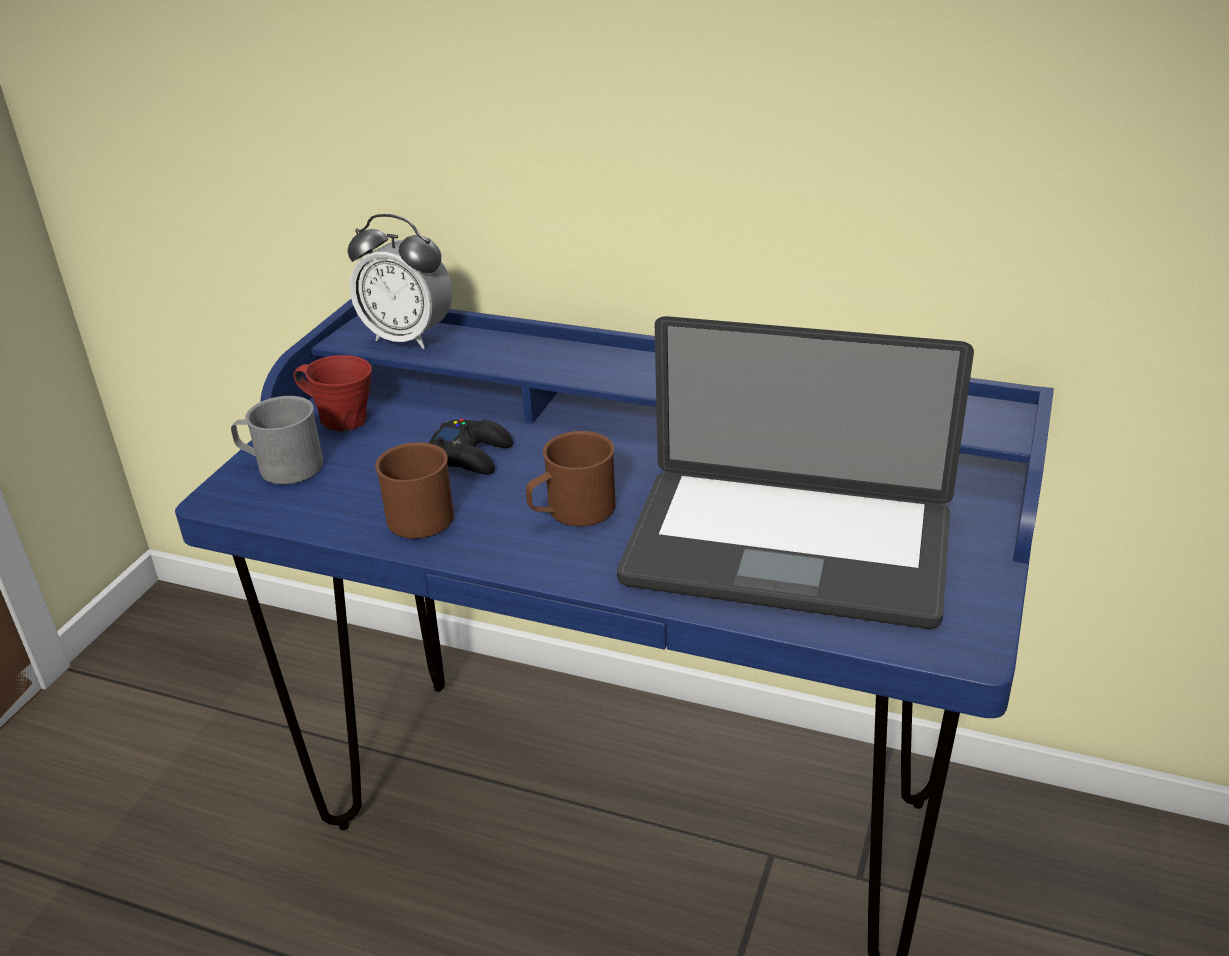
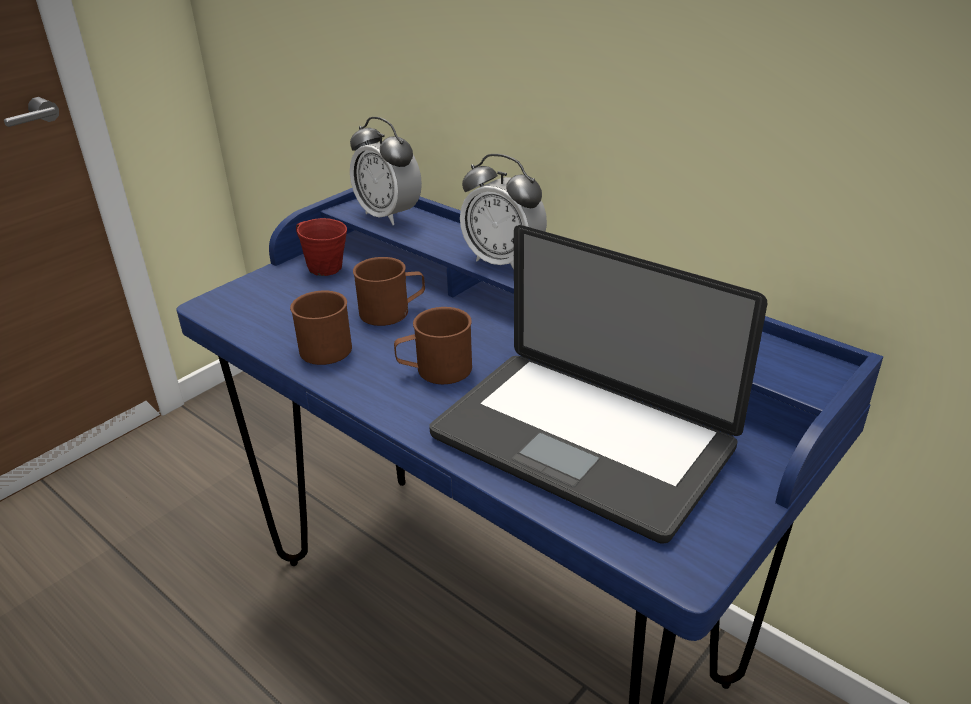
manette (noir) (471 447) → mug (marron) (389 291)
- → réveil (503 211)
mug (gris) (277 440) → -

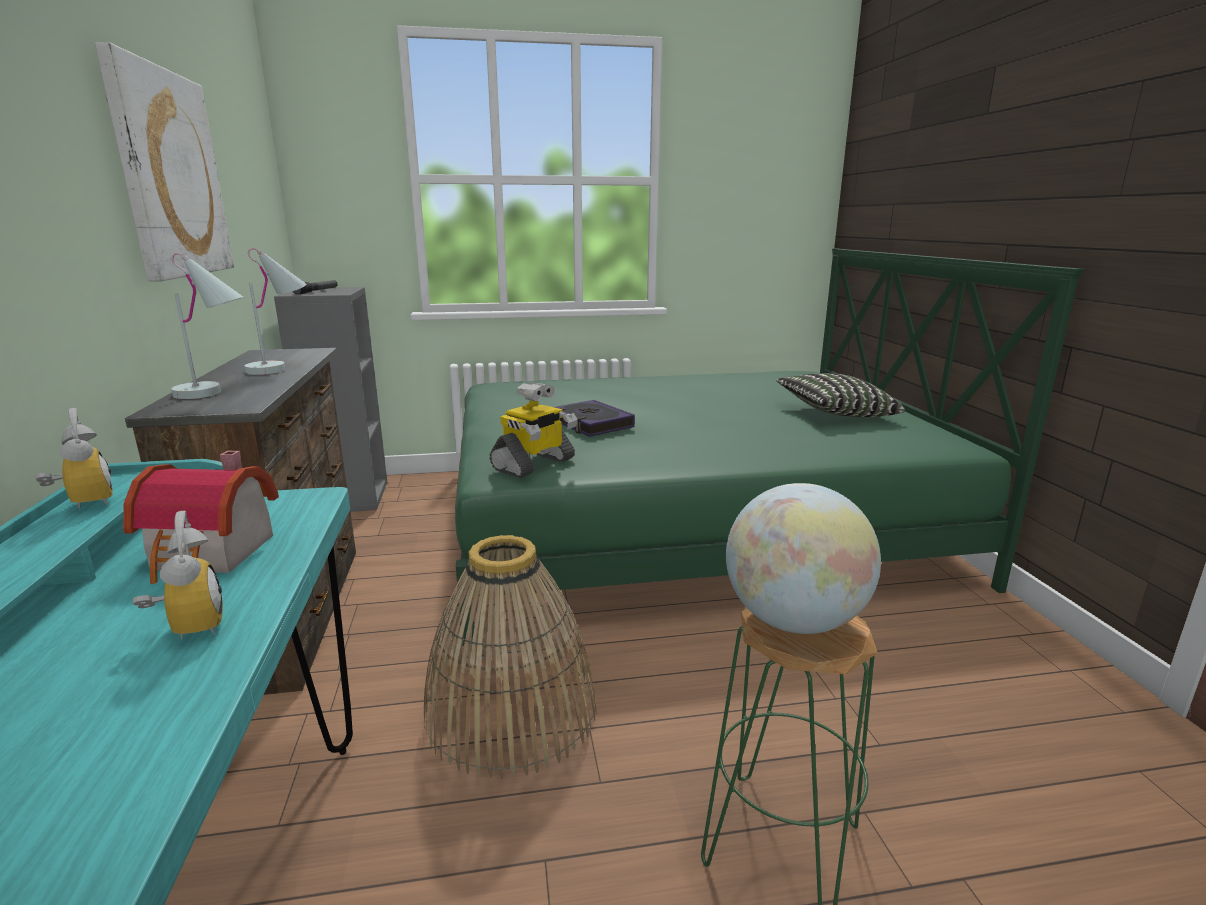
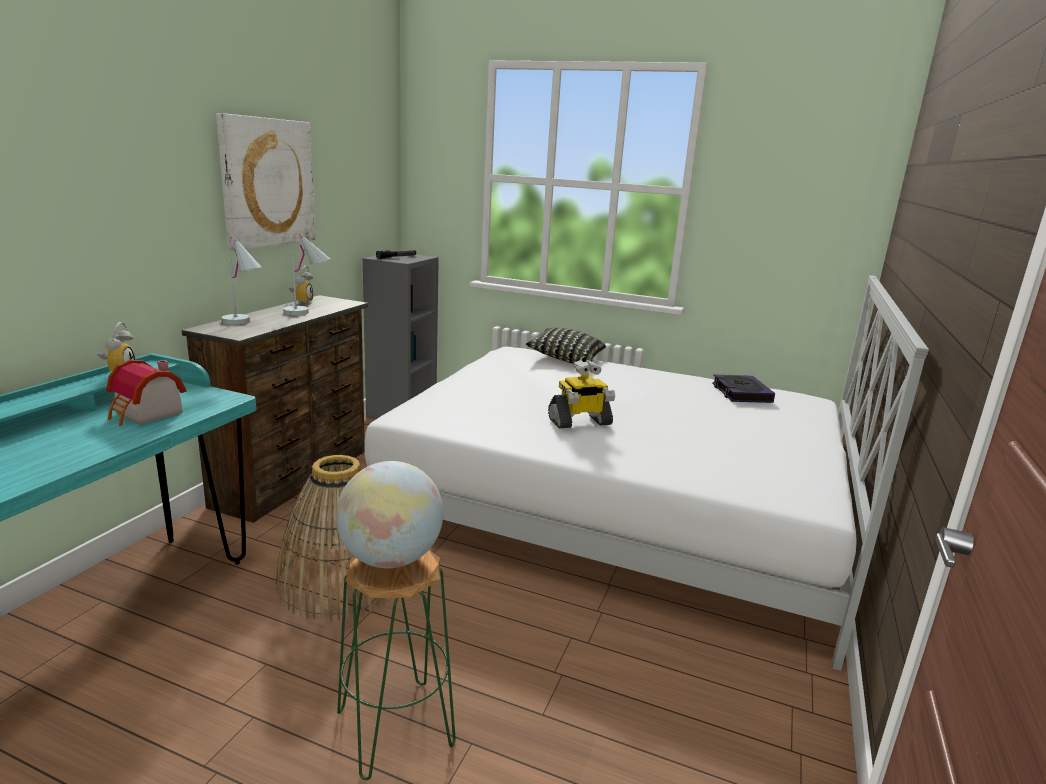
réveil (178 575) → réveil (301 284), relocated
lit (vert) (769 447) → lit (blanc) (646 473)
coussin (841 395) → coussin (566 346), relocated
robot jouet (534 430) → robot jouet (581 394), relocated
livre (594 418) → livre (743 389), relocated

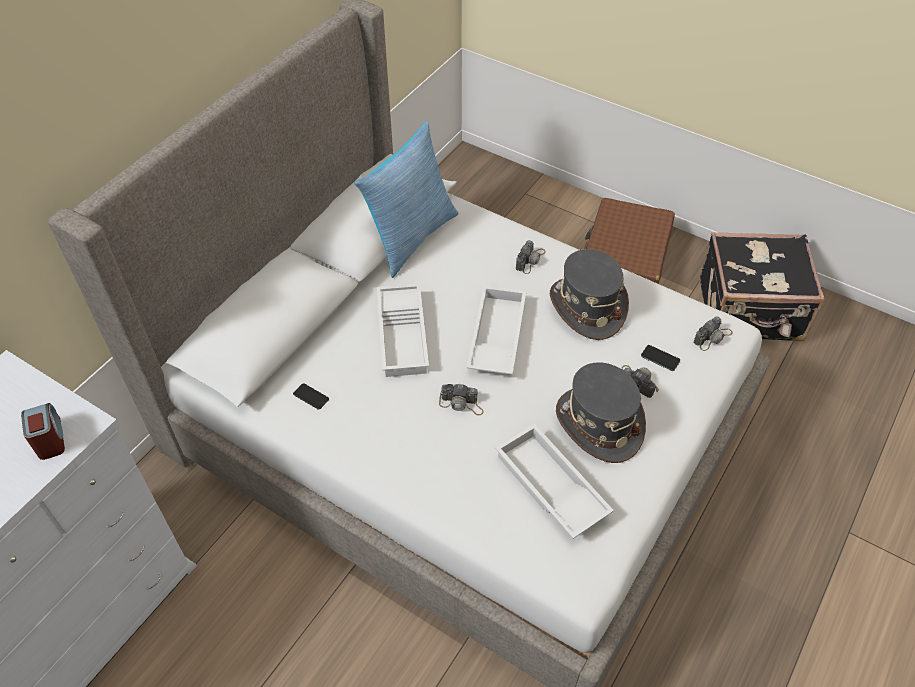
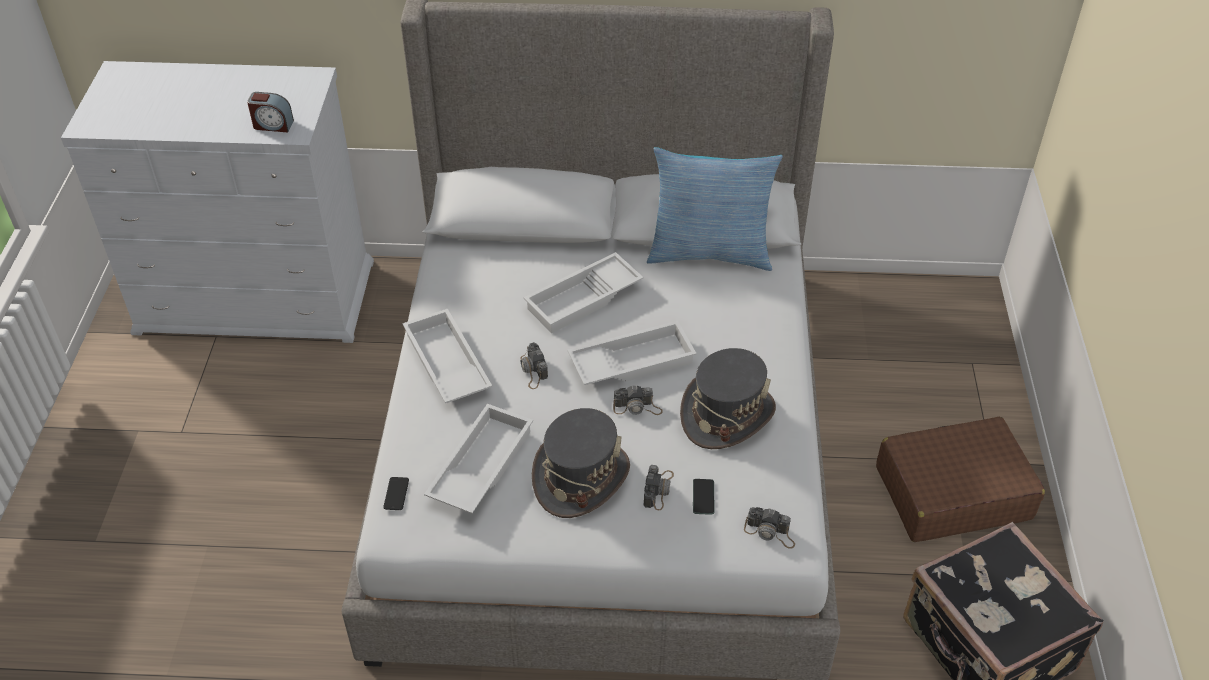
réveil (43 431) → réveil (270 112), 60 degrees clockwise
téléphone (311 396) → téléphone (396 493), relocated
- → plateau (blanc) (447 356)
appareil photo (531 257) → appareil photo (638 400), relocated

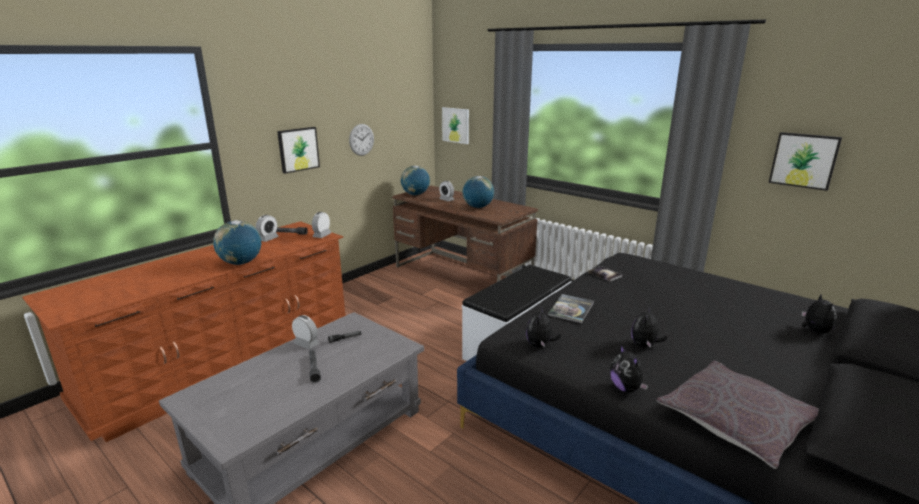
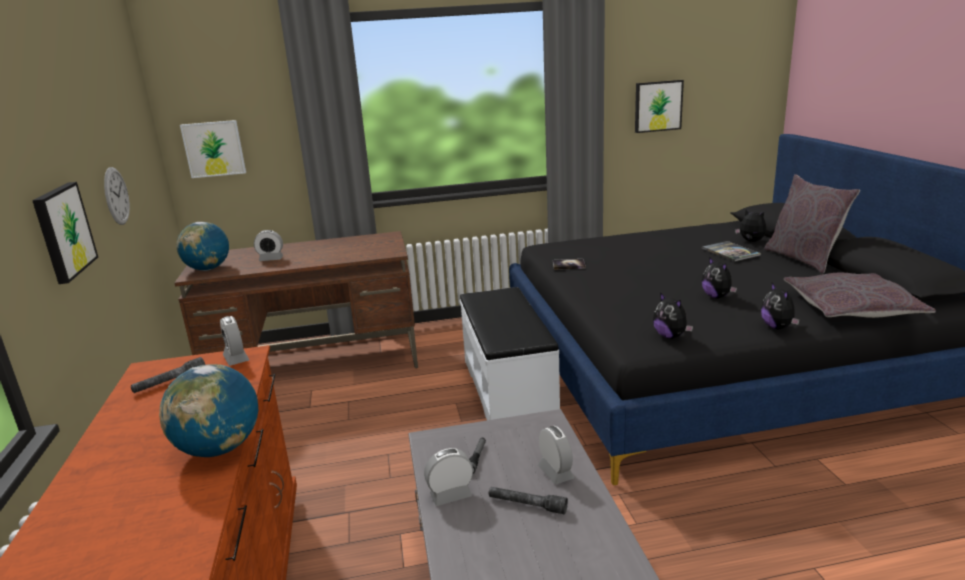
réveil (267 228) → réveil (556 455), relocated
livre (571 308) → livre (731 251), relocated
peluche (629 368) → peluche (780 306), 60 degrees clockwise
- → coussin (gris) (812 223)
globe (478 192) → -

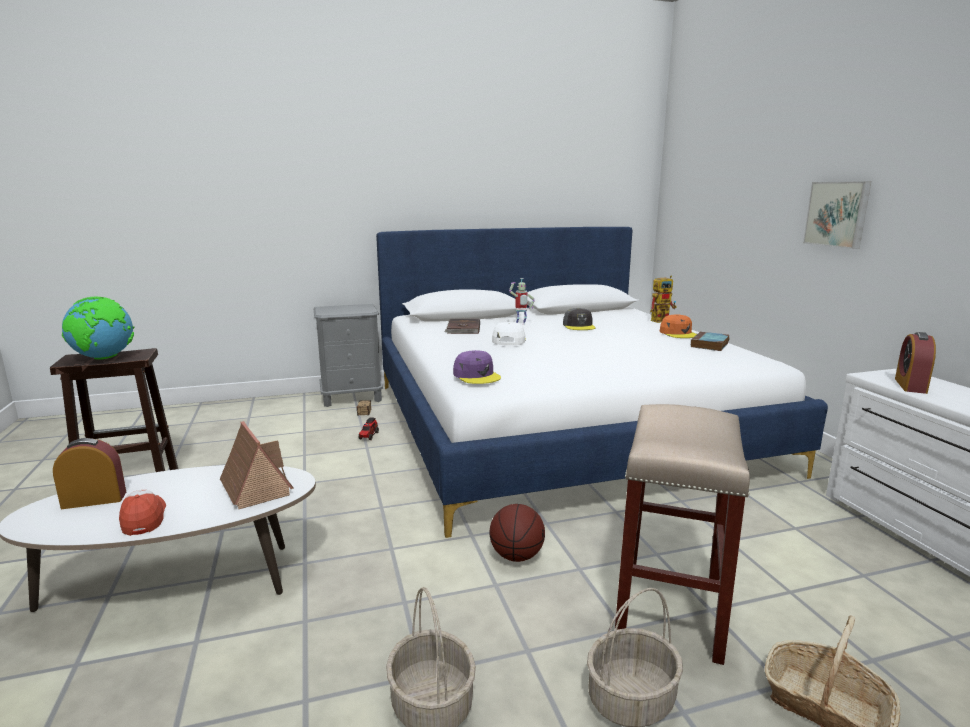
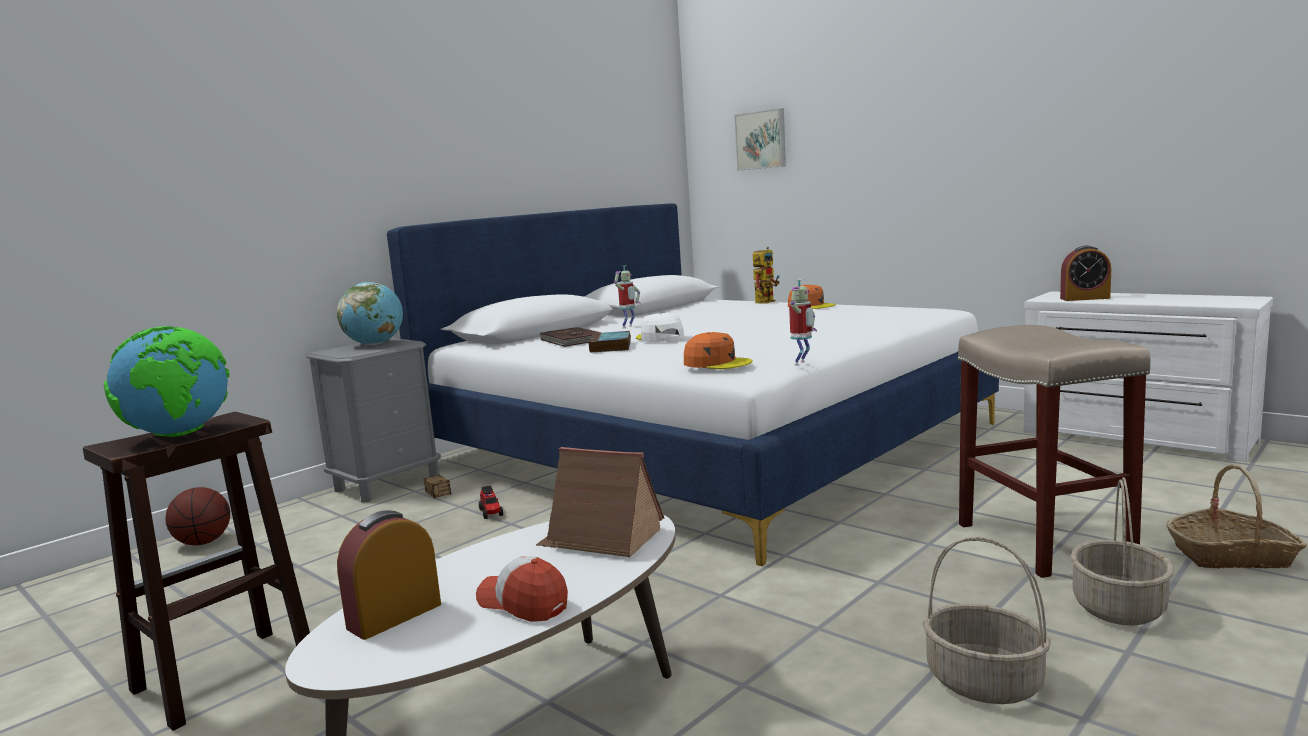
ballon de basket (517 533) → ballon de basket (197 516), relocated
- → globe (370 313)
livre (710 341) → livre (610 342), relocated
casquette (violet) (477 367) → casquette (orange) (718 350)
tableau (837 215) → tableau (760 139), relocated
- → robot jouet (803 322)
réveil (915 363) → réveil (1085 273), 75 degrees counterclockwise
casquette (gris) (579 319) → -

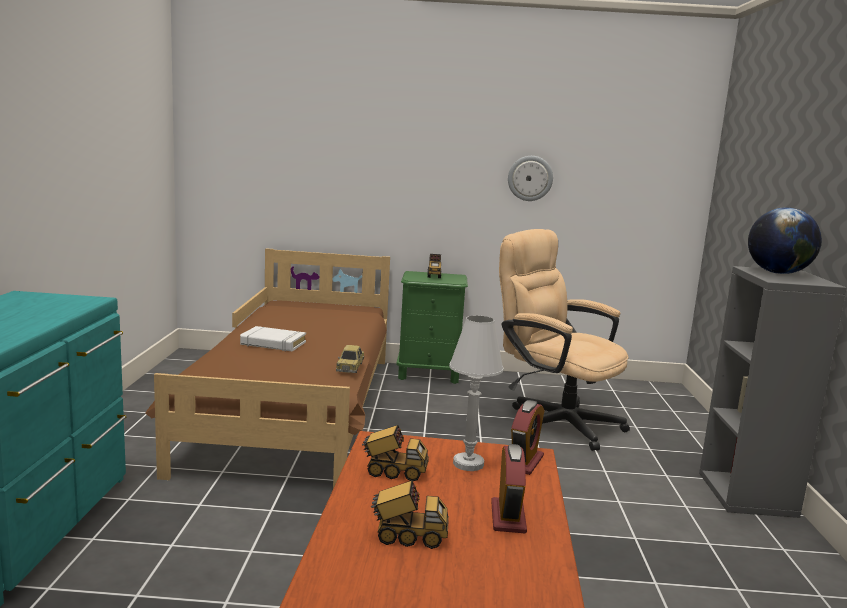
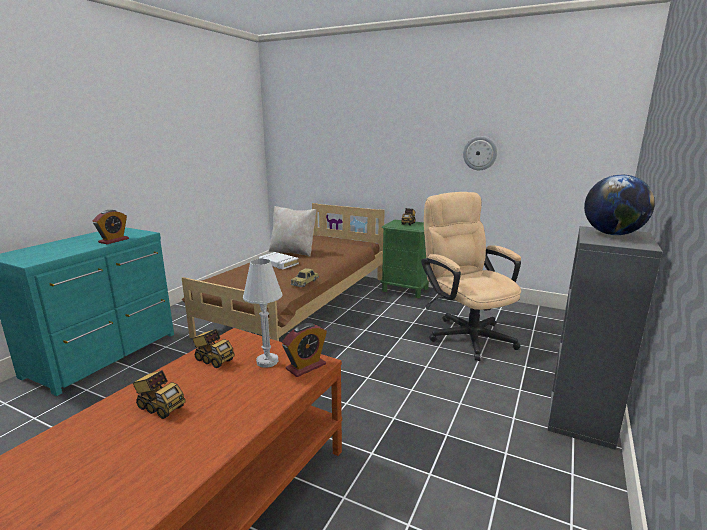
réveil (509 488) → réveil (111 227), relocated
- → coussin (beige) (292 231)

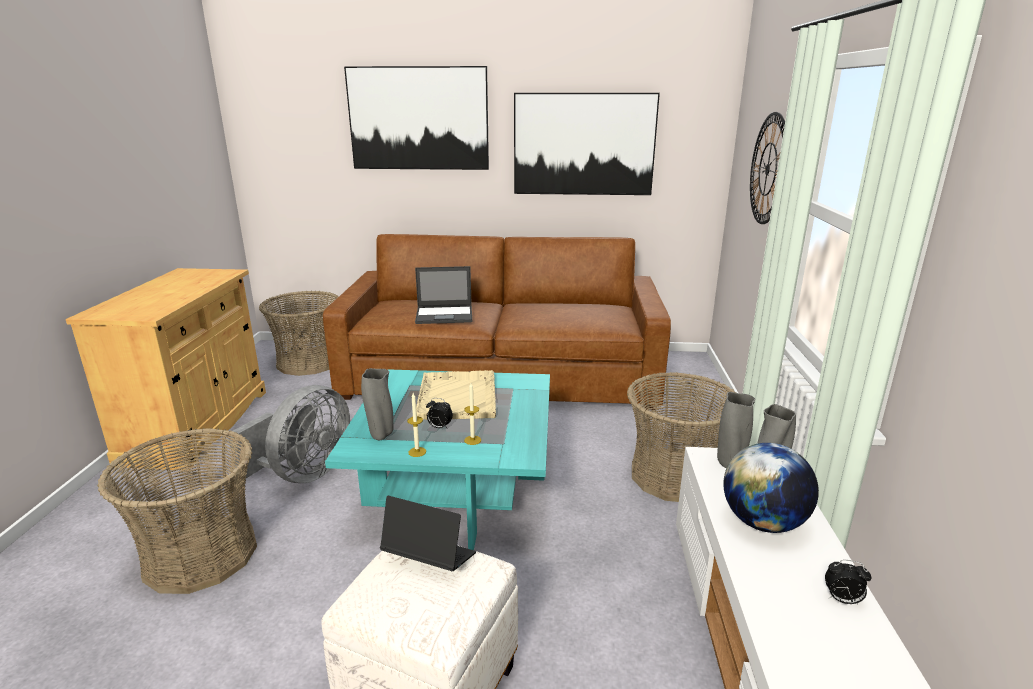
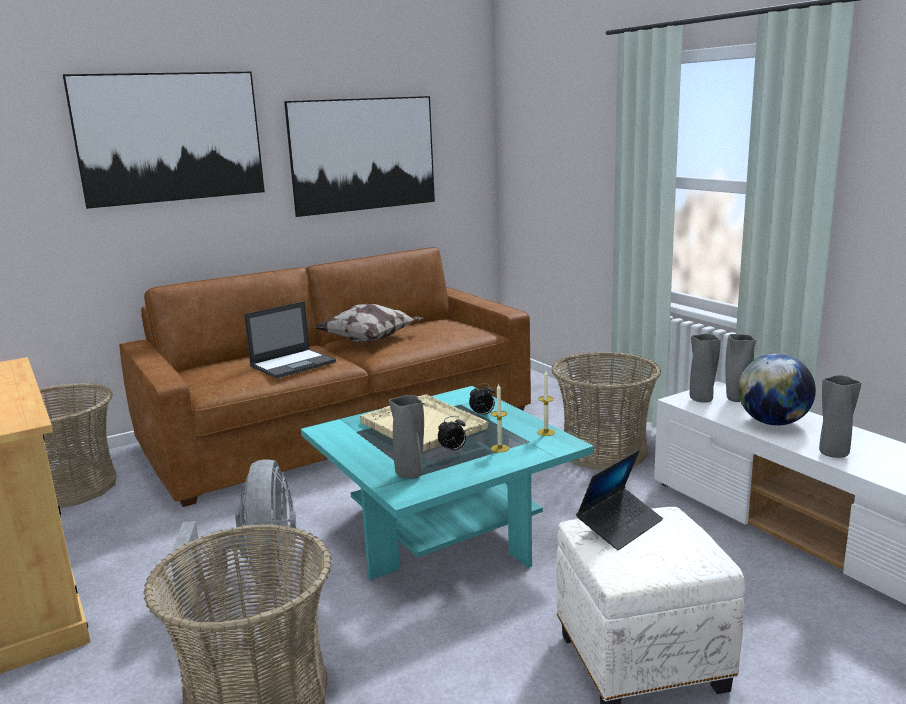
- → coussin (369 323)
réveil (848 582) → réveil (482 399), relocated
bougie (416 425) → bougie (546 403), relocated
ordinateur portable (428 533) → ordinateur portable (619 500), 150 degrees clockwise
- → vase (gris) (840 416)
horloge murale (767 168) → -

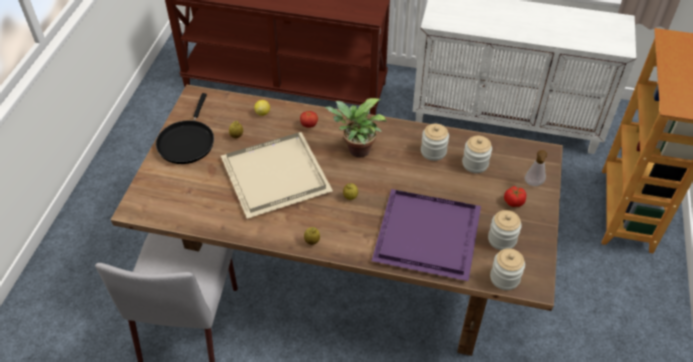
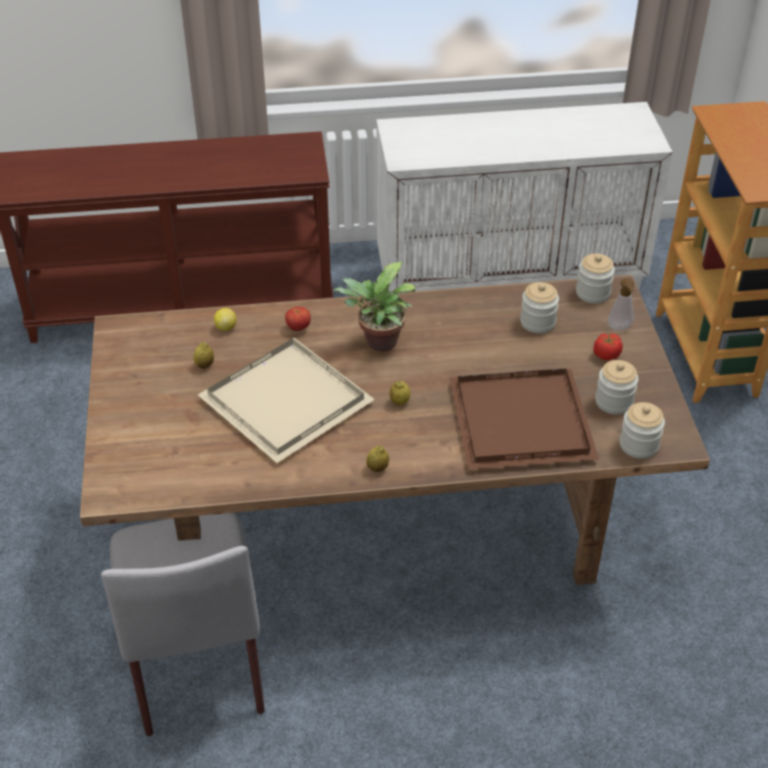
plateau (violet) (426 235) → plateau (marron) (524 419)
bocal (435 142) → bocal (595 279), relocated
poêle (noir) (185 128) → -

